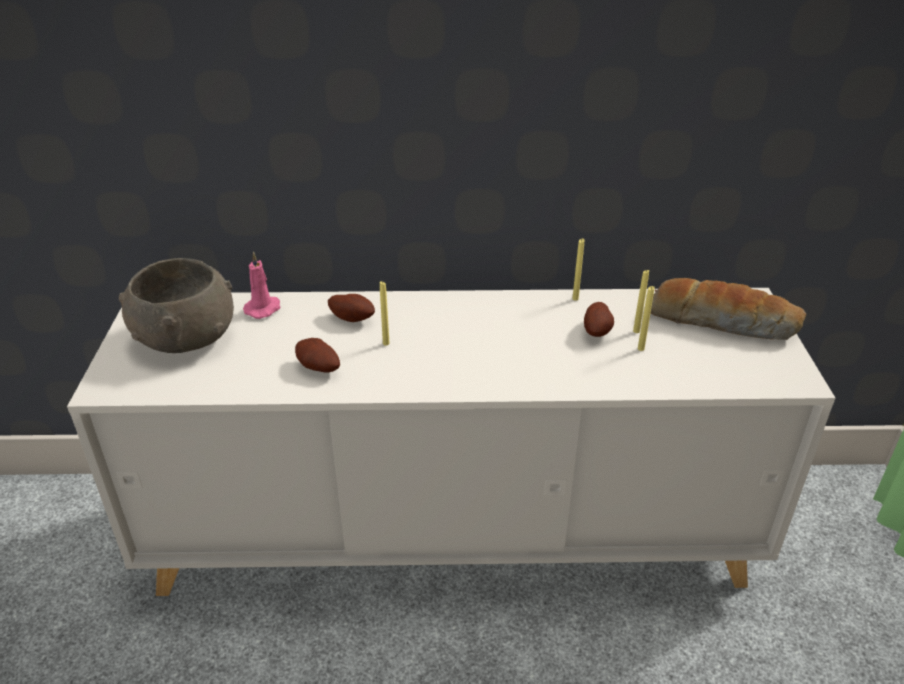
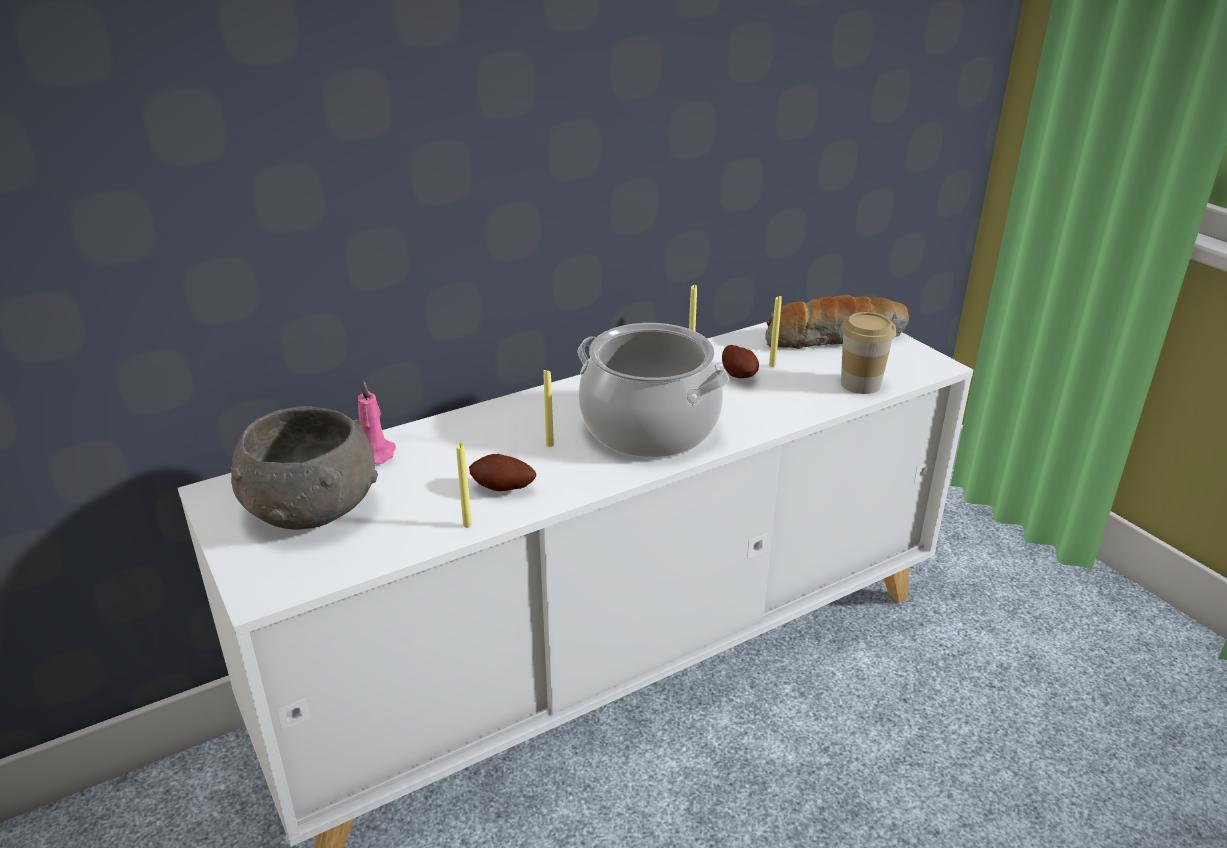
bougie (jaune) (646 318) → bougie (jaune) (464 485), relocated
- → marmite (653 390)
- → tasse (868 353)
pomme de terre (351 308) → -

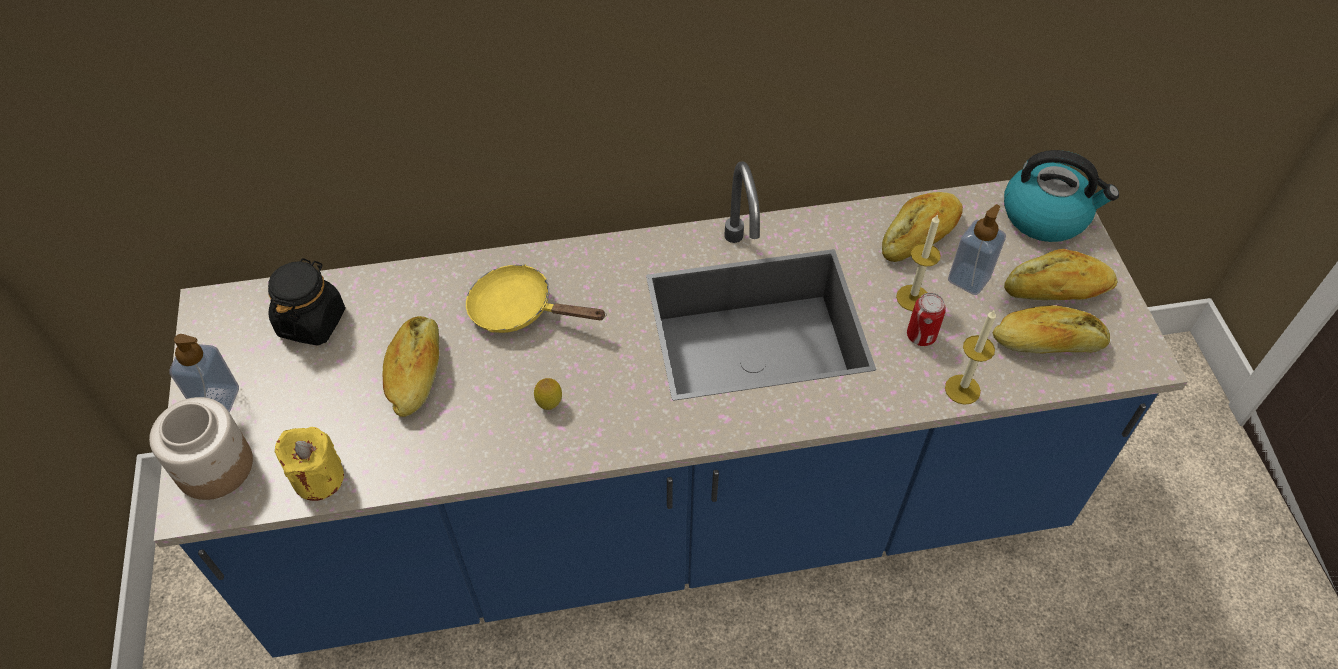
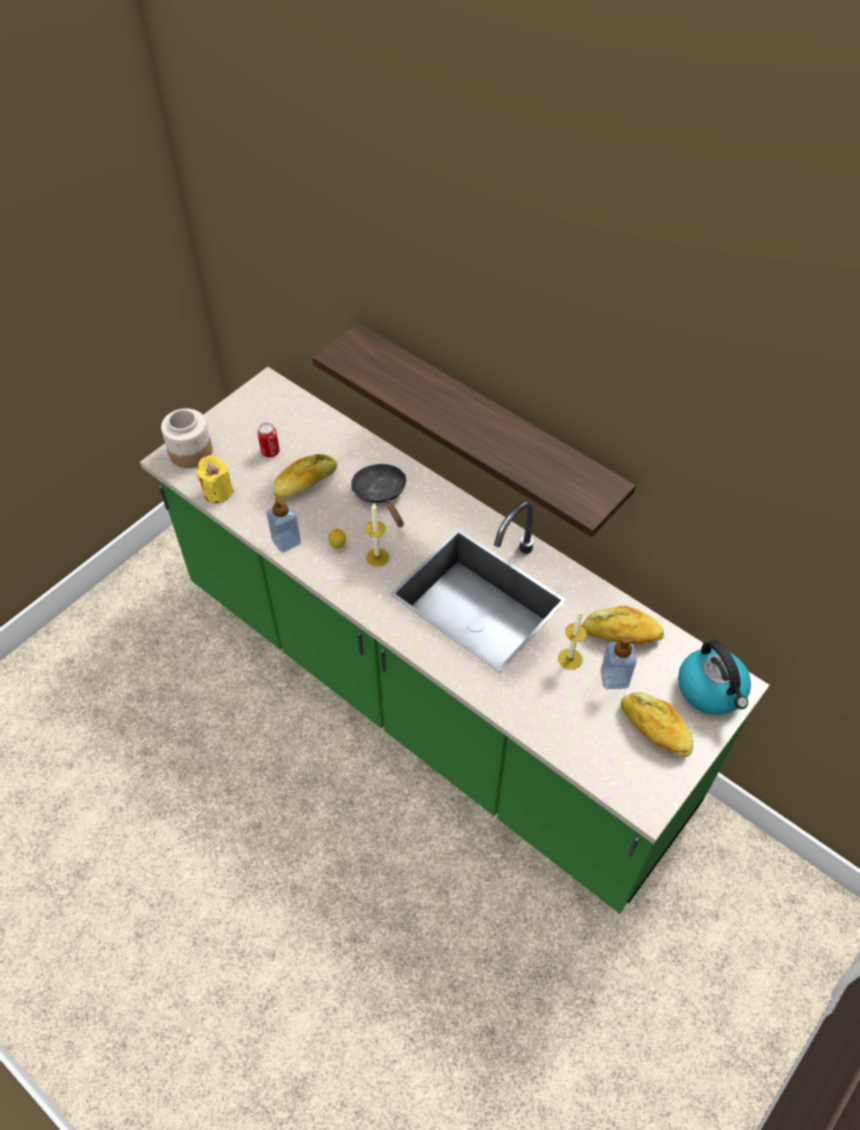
comptoir de cuisine (bleu) (671 409) → comptoir de cuisine (vert) (454 640)
boîte métallique (926 319) → boîte métallique (268 440), relocated
distributeur de savon (204 373) → distributeur de savon (283 524), relocated
- → étagère (474 430)
poêle (jaune) (536 298) → poêle (noir) (378 495)
bougie (970 357) → bougie (377 535), relocated
bocal (noir) (306 302) → -
pain (1051 329) → -

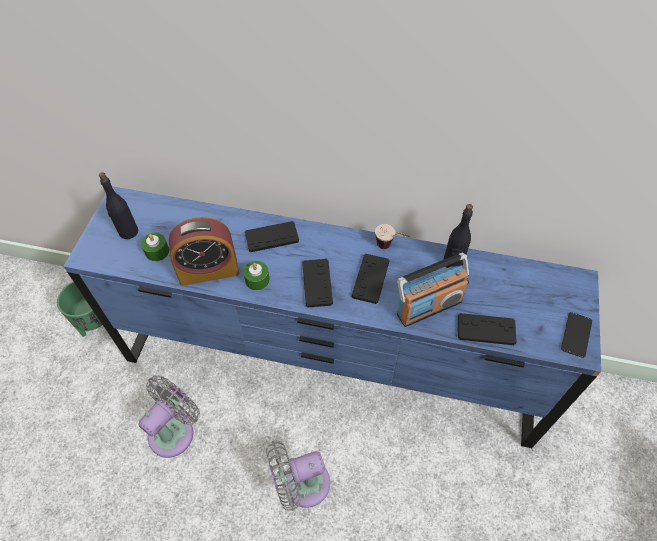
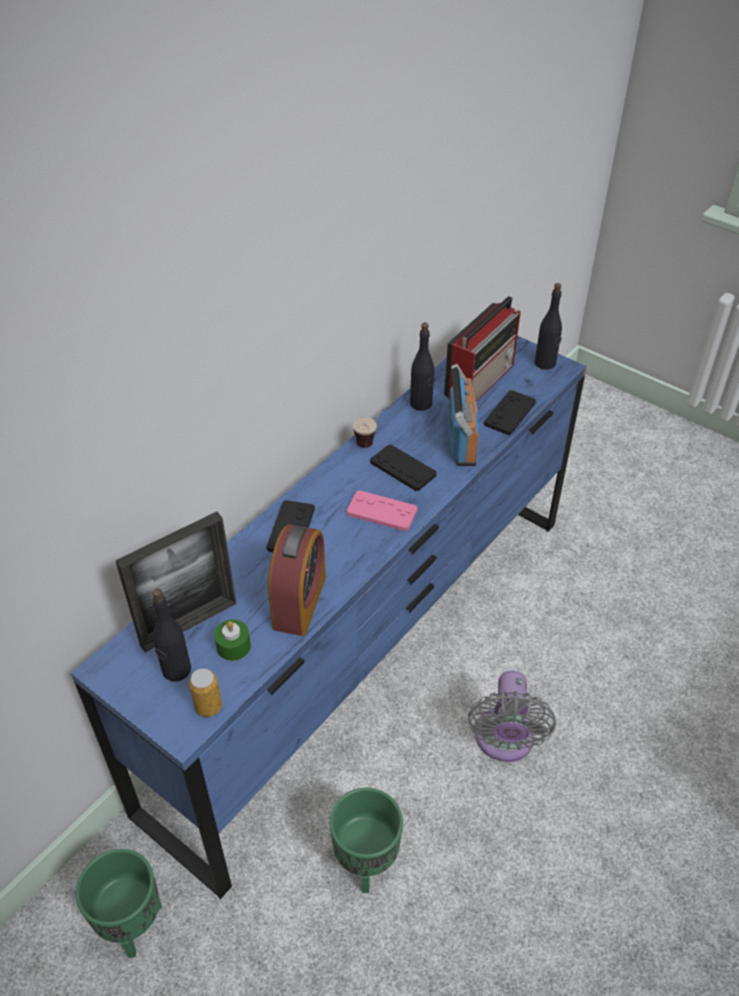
- → cadre photo (175 581)
- → boîte métallique (205 692)
ventilateur (gris) (169 416) → cache-pot (vert) (366 840)
manette (noir) (317 283) → manette (rose) (382 510)
- → radio (482 348)
téléphone (576 335) → bouteille (noir) (548 326)
bougie (vert) (256 276) → -

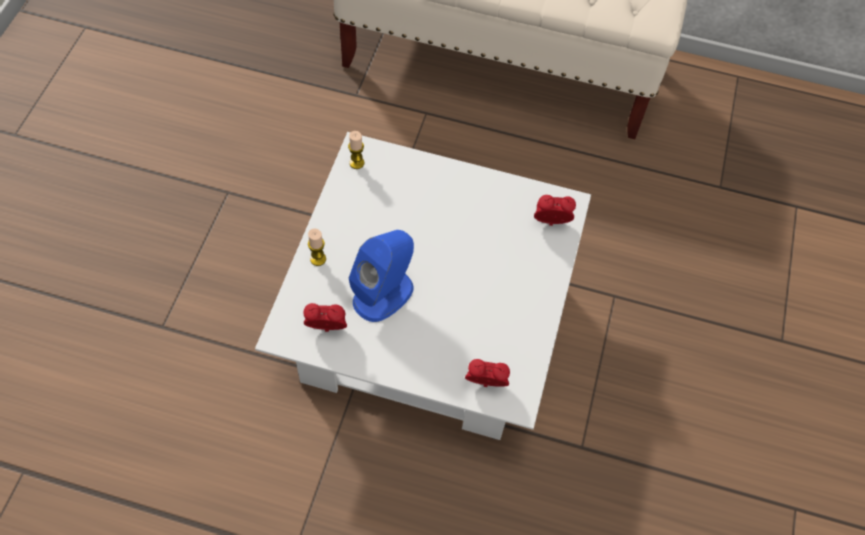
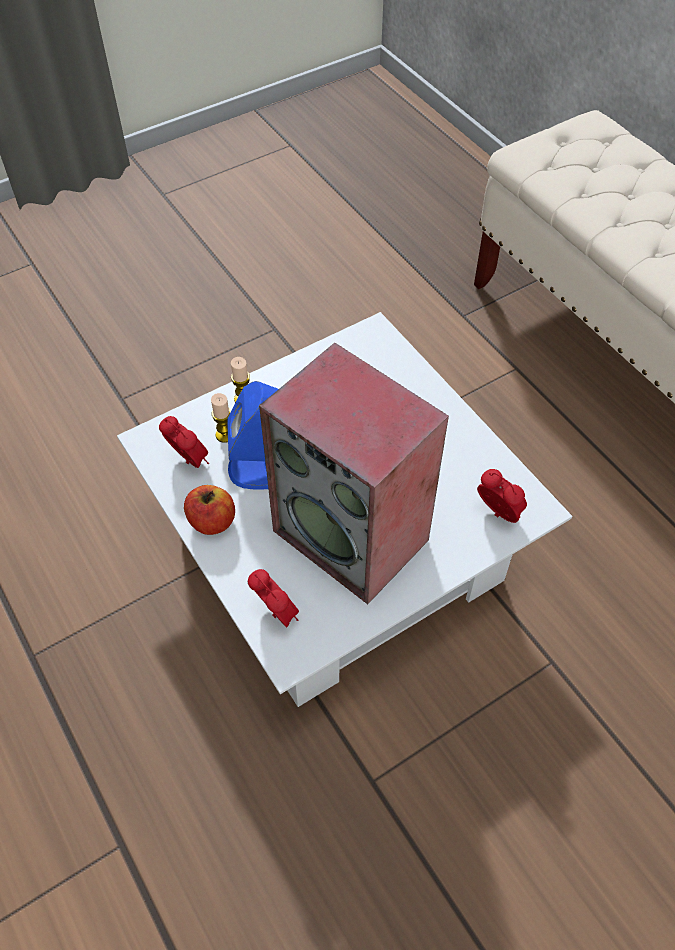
- → pomme (209 510)
bougie (356 150) → bougie (221 418), relocated
- → enceinte (354 473)

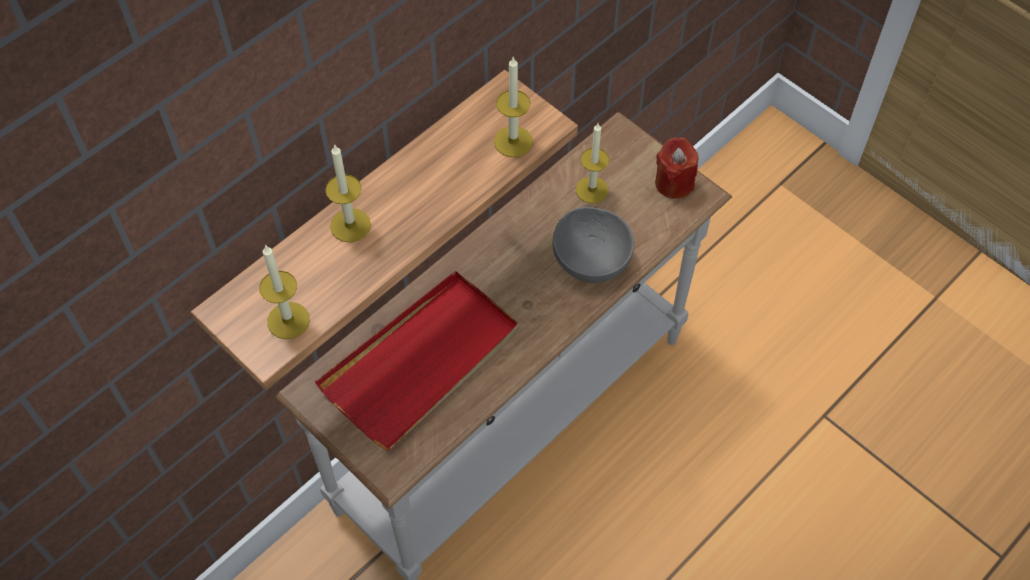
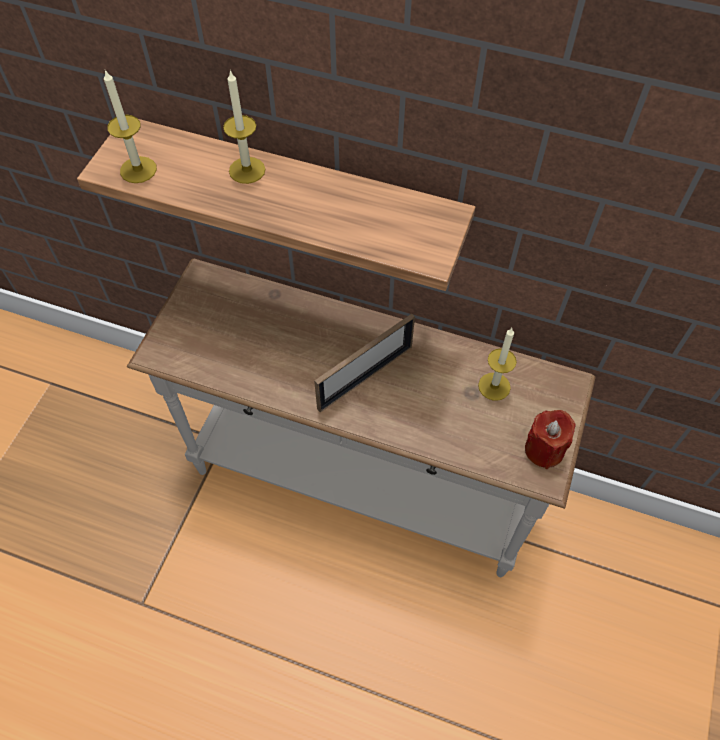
- → cadre photo (364 363)
plateau (rouge) (417 361) → -
bougie (513 106) → -
bol (gris) (593 245) → -

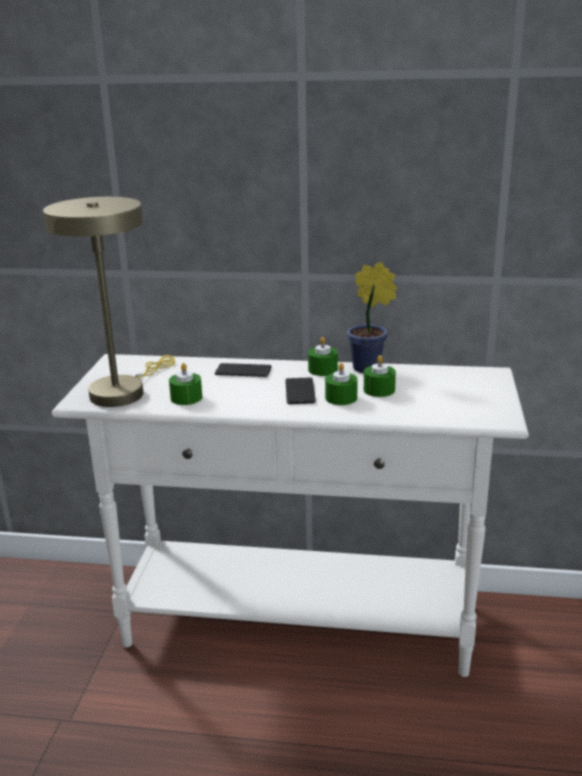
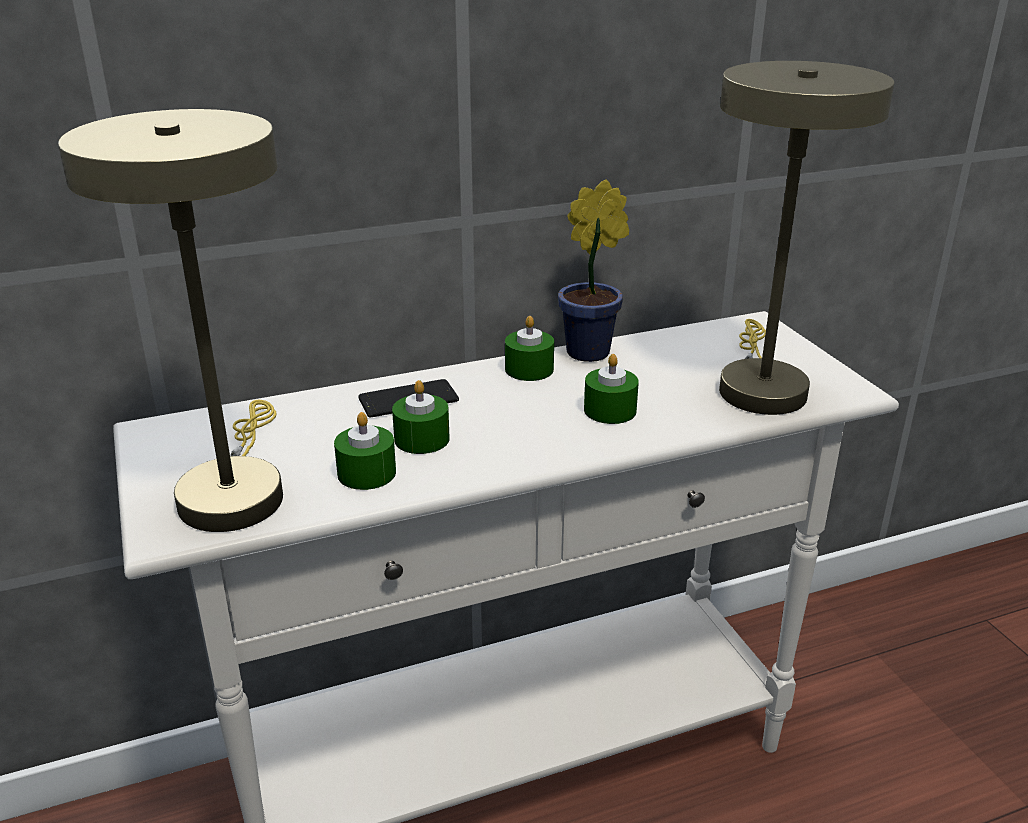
bougie (vert) (380 376) → bougie (vert) (421 417), relocated
- → lampe de table (beige) (807 238)
téléphone (300 391) → -

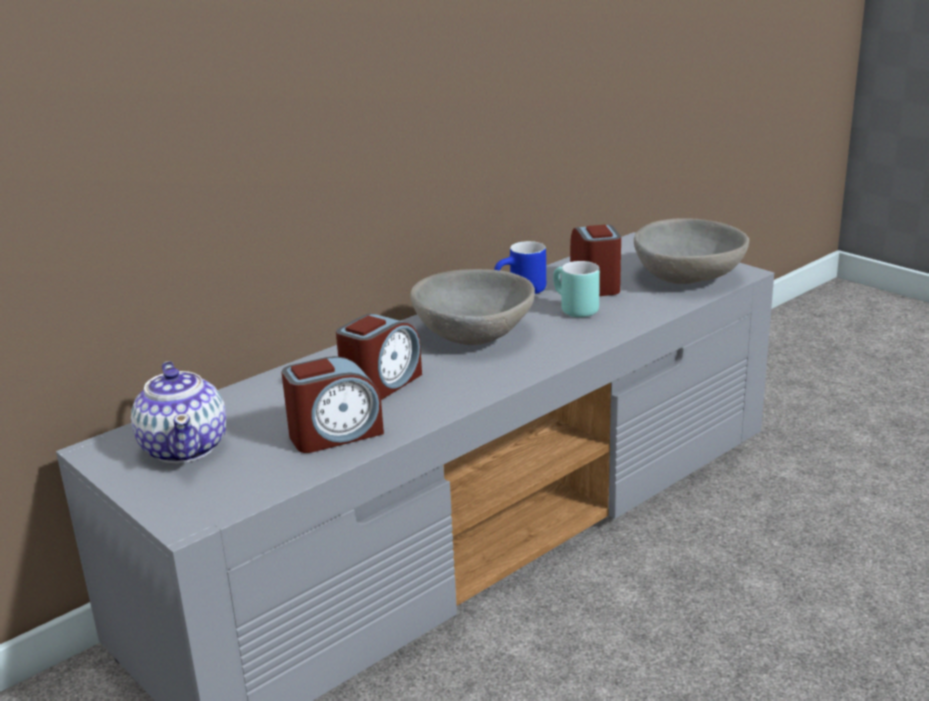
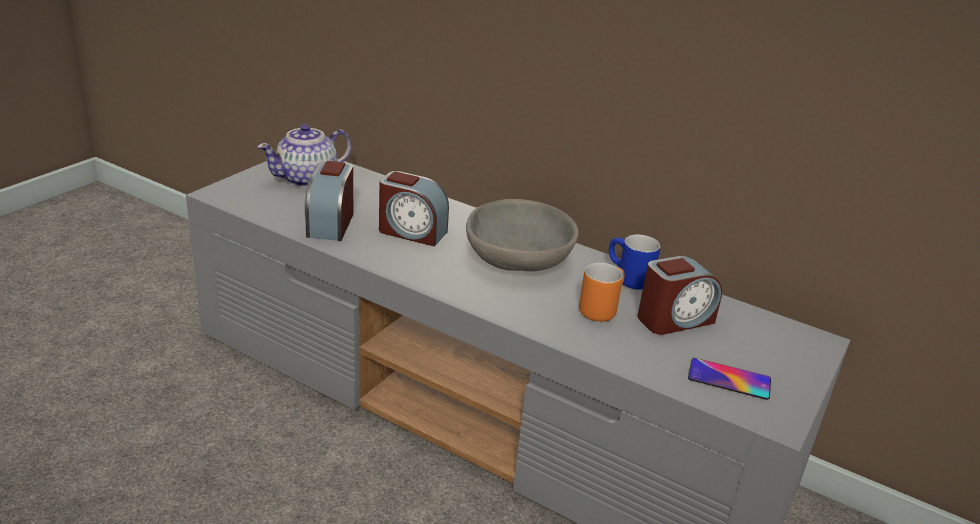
réveil (332 404) → réveil (328 201), 45 degrees clockwise
mug (turquoise) (576 289) → mug (orange) (602 292)
bol (gris) (691 251) → téléphone (729 379)

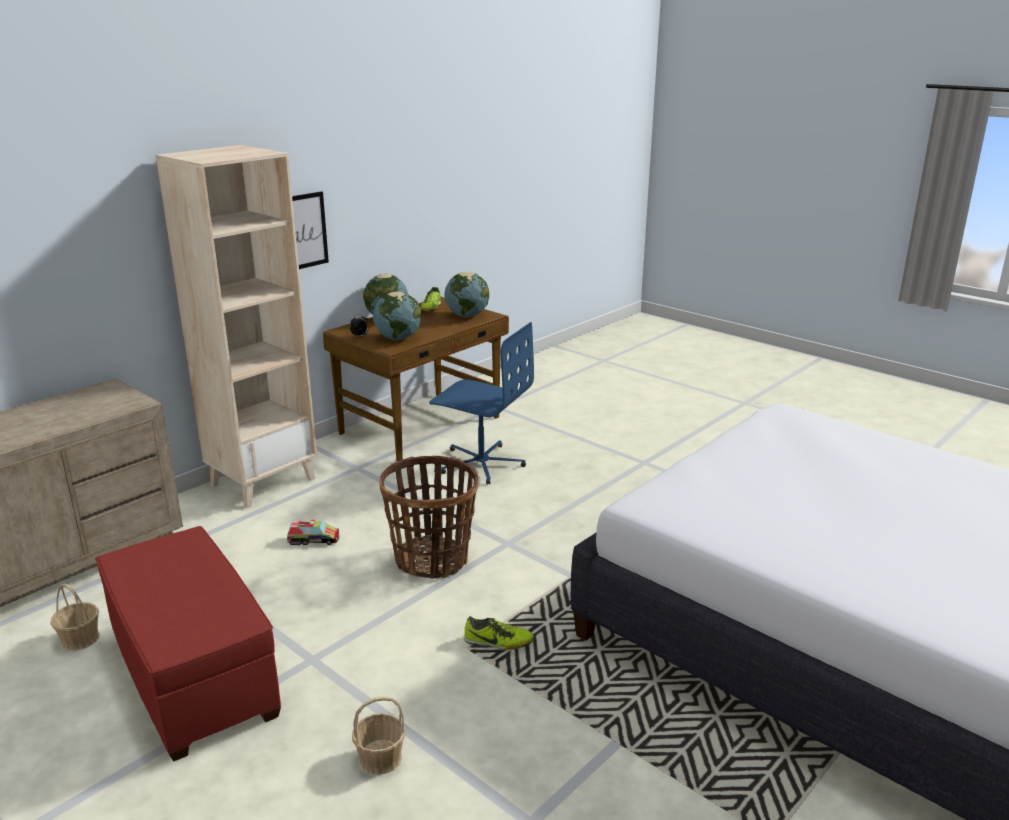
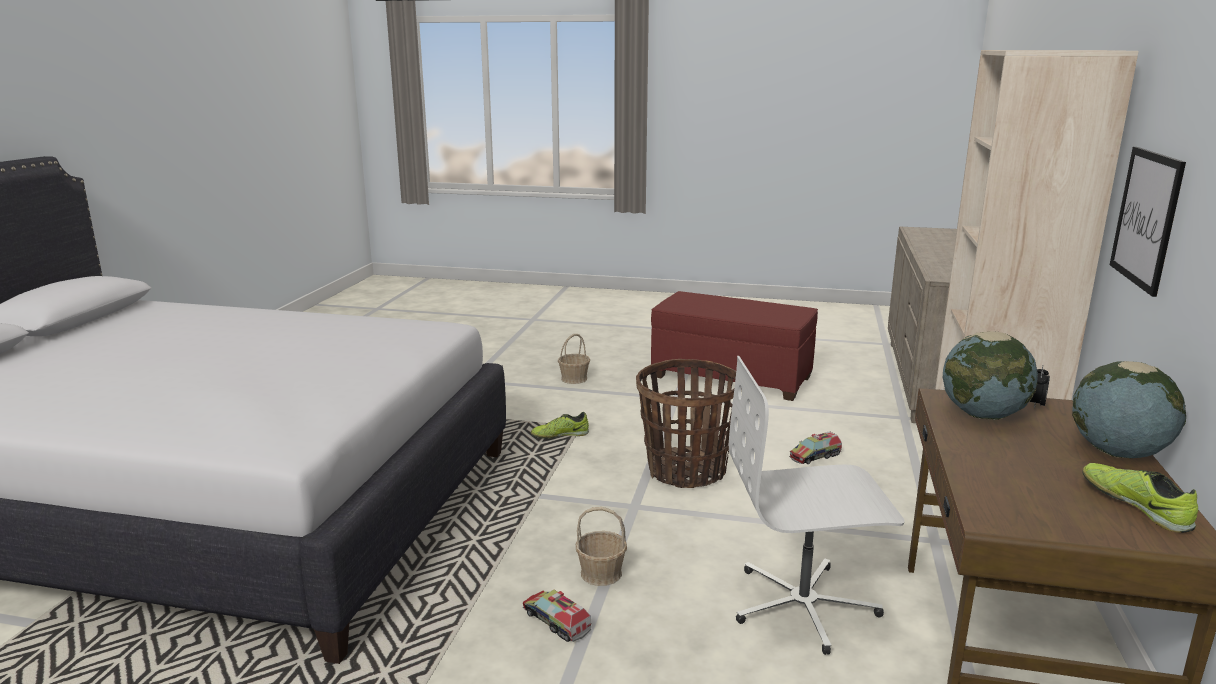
- → camion jouet (557 616)
panier (75 617) → panier (601 546), relocated
chaise de bureau (bleu) (481 403) → chaise de bureau (blanc) (816 505)
globe (467 294) → -

